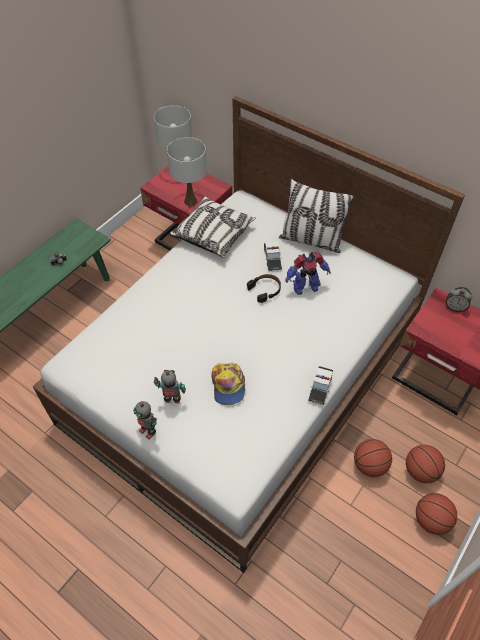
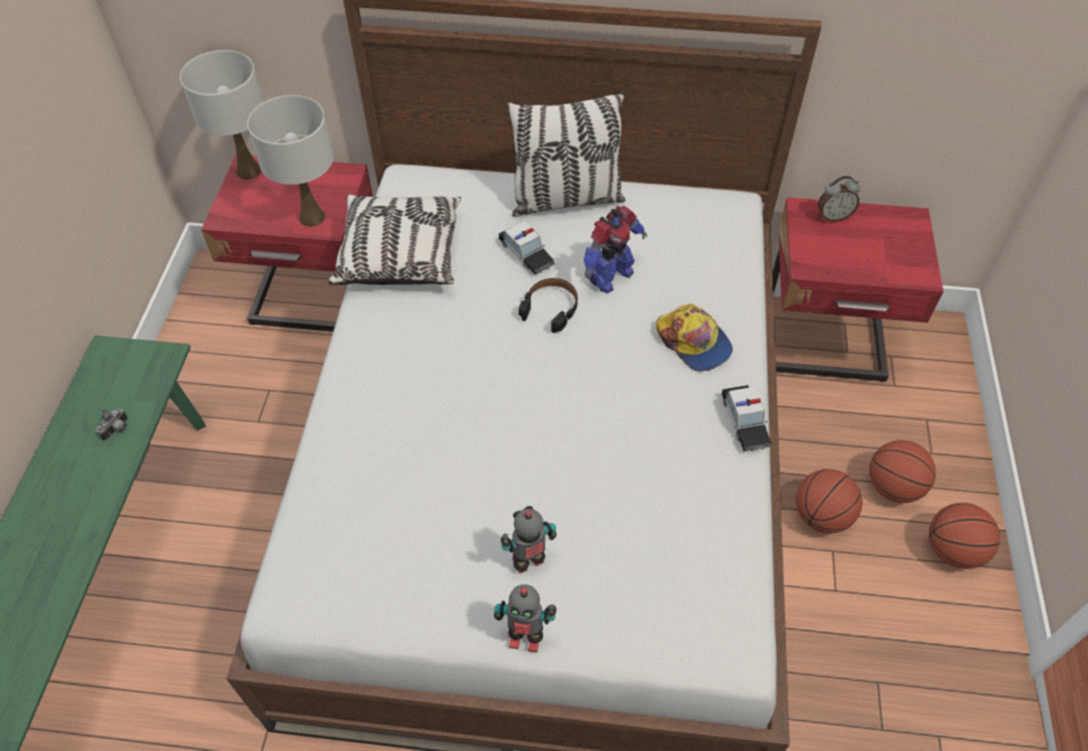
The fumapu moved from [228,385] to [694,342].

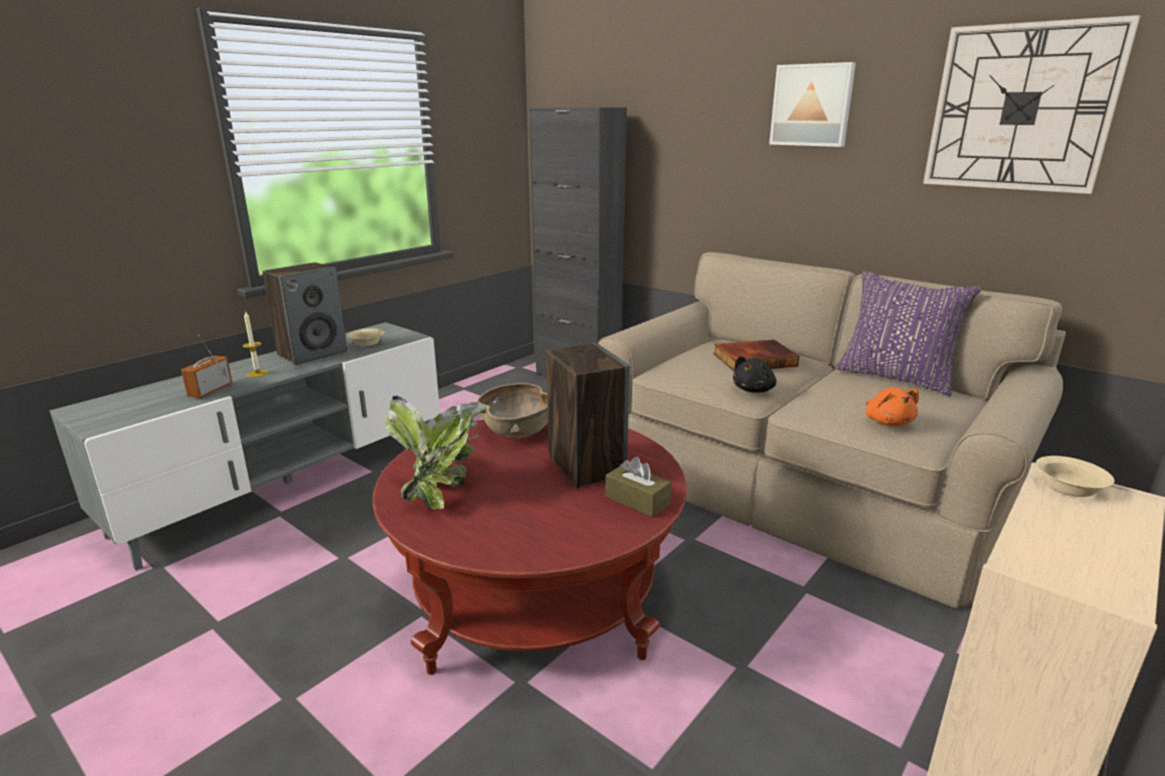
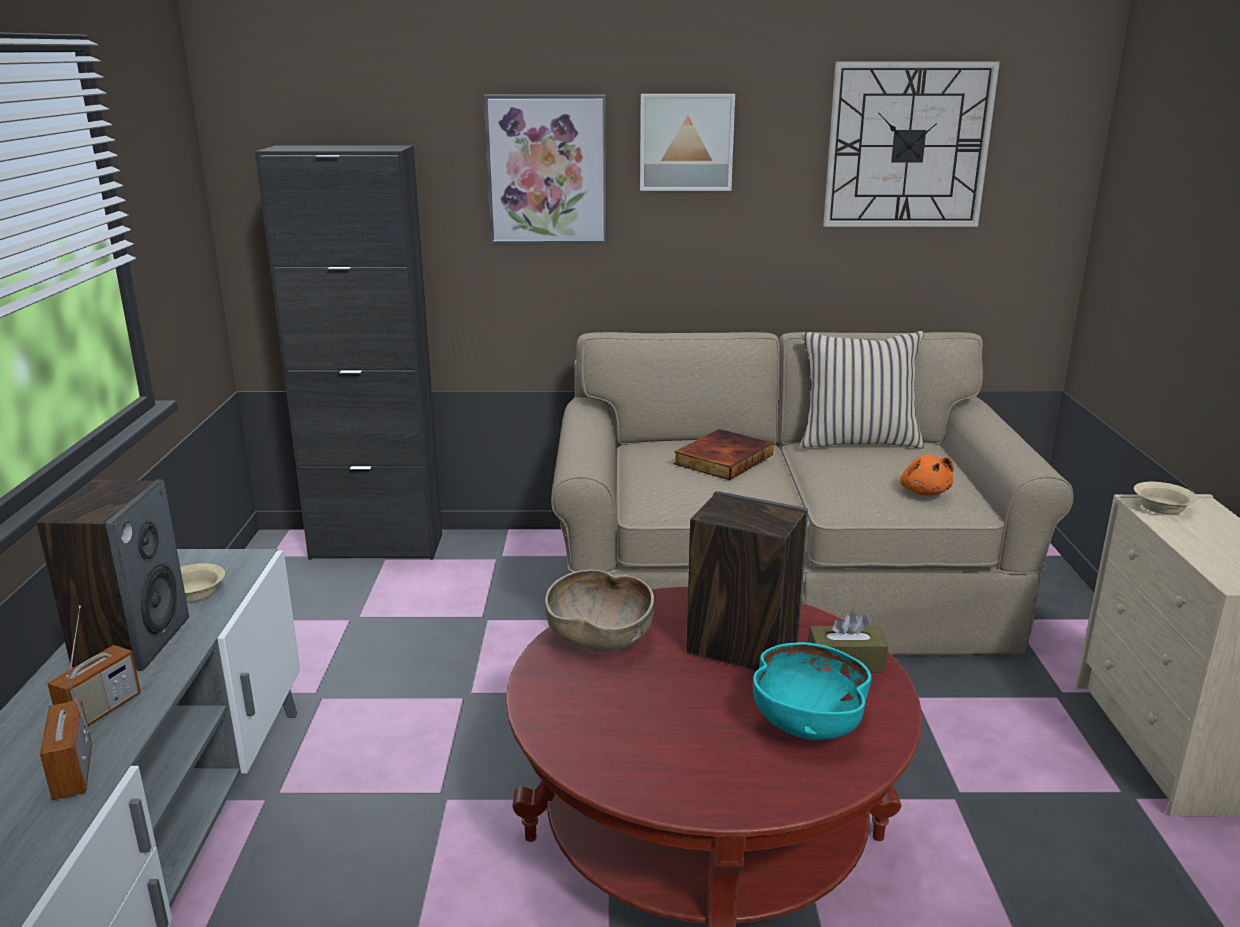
The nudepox at [257,373] was replaced by the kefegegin at [101,711].
The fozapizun at [441,487] disappeared.
The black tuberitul at [754,390] disappeared.
The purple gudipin at [895,377] became the beige gudipin at [857,441].
The orange tuberitul at [888,422] turned 45 degrees clockwise.
The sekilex at [547,170] appeared.
The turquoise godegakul at [807,722] appeared.

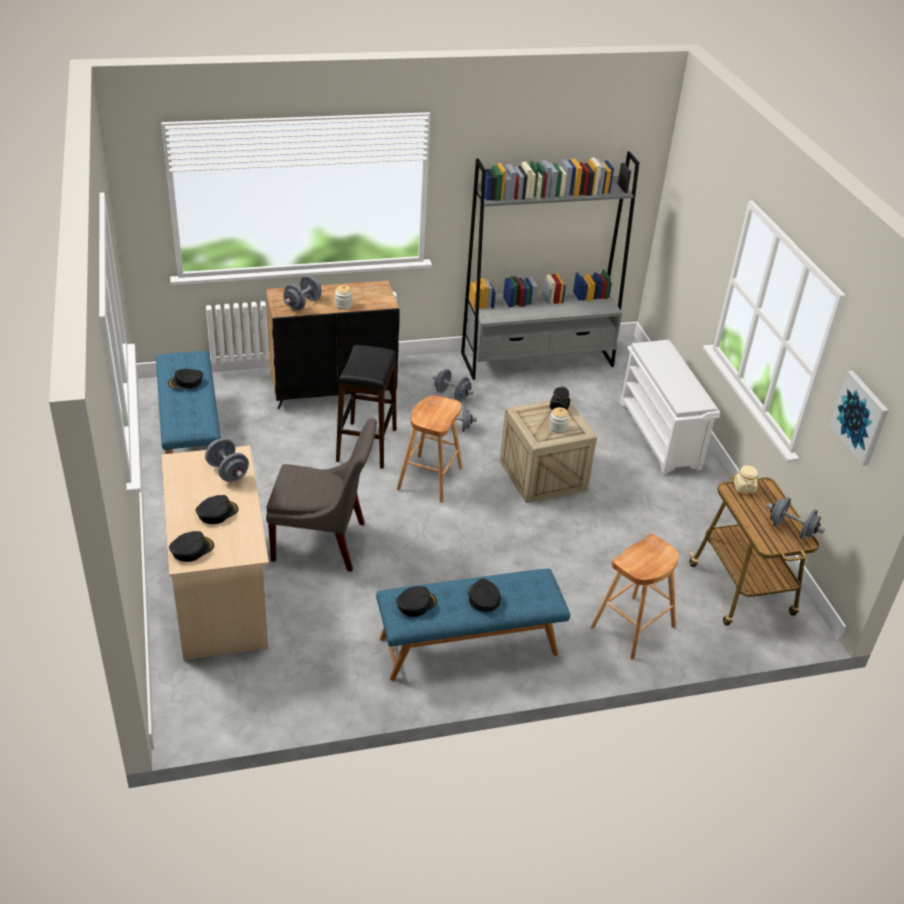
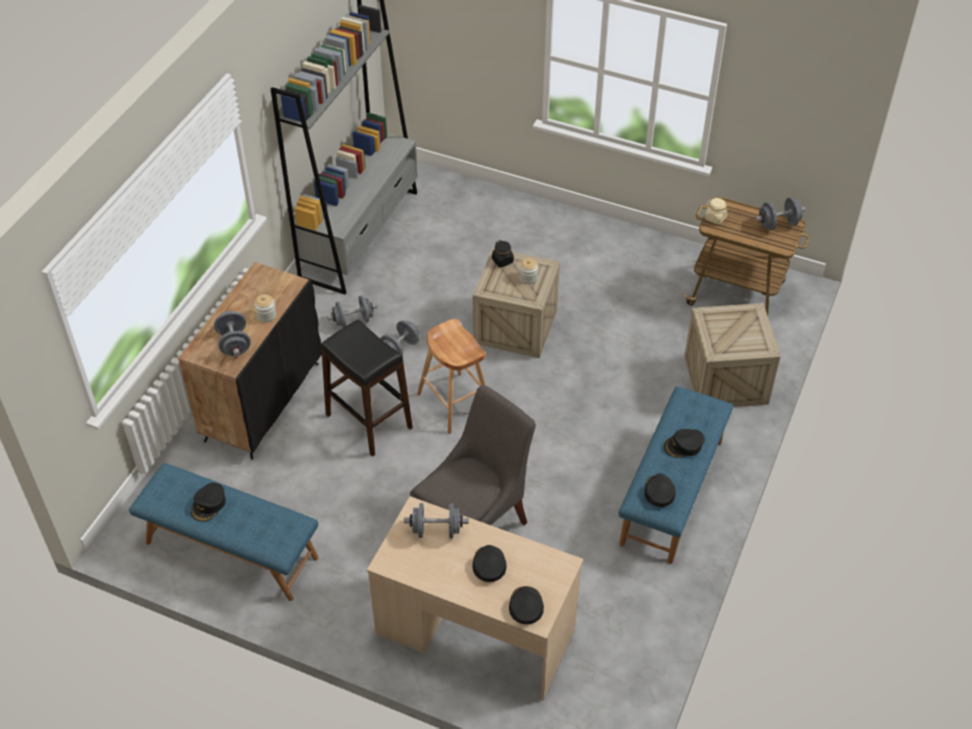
The black fumapu at [483,598] turned 45 degrees counterclockwise.
The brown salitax at [633,627] was replaced by the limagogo at [725,380].
The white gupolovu at [660,436] disappeared.
The sekilex at [860,417] disappeared.

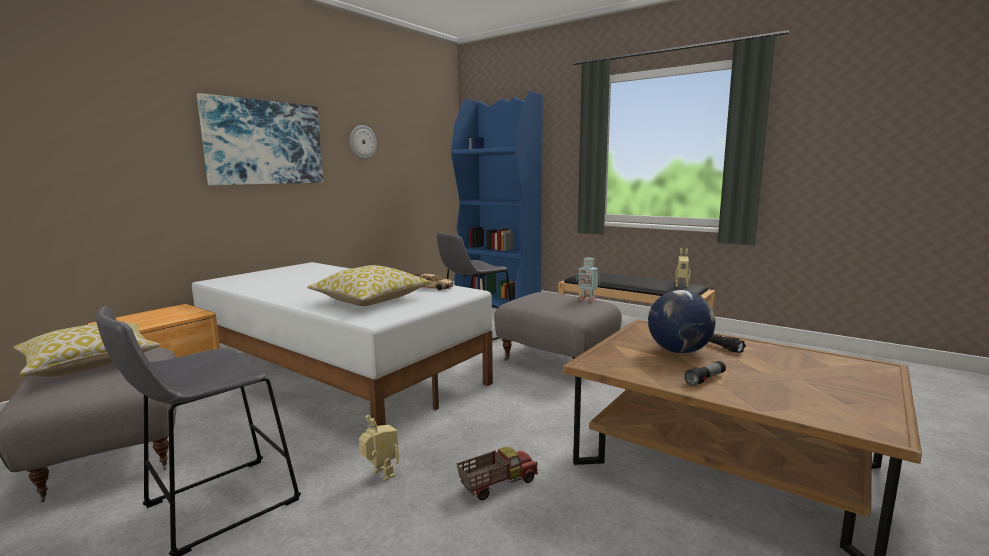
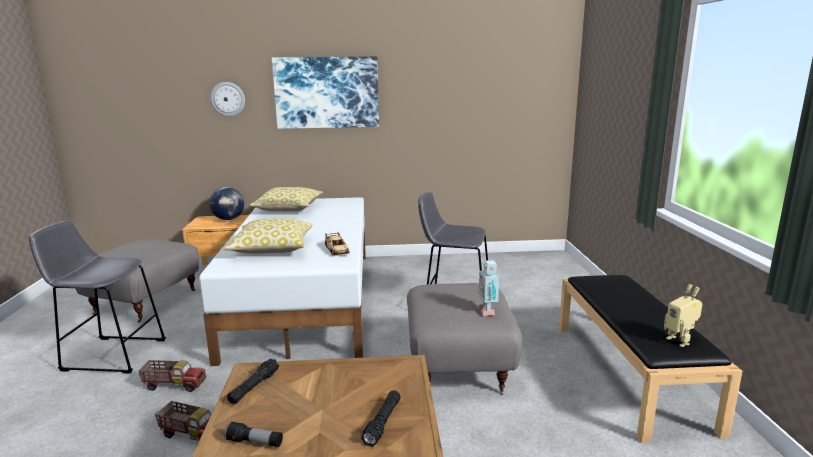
The gudipin moved from [90,364] to [288,209].
The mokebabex moved from [362,142] to [228,99].
The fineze at [380,475] was replaced by the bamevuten at [174,384].
The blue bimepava at [498,301] disappeared.
The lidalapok moved from [679,351] to [228,219].
The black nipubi at [254,387] appeared.

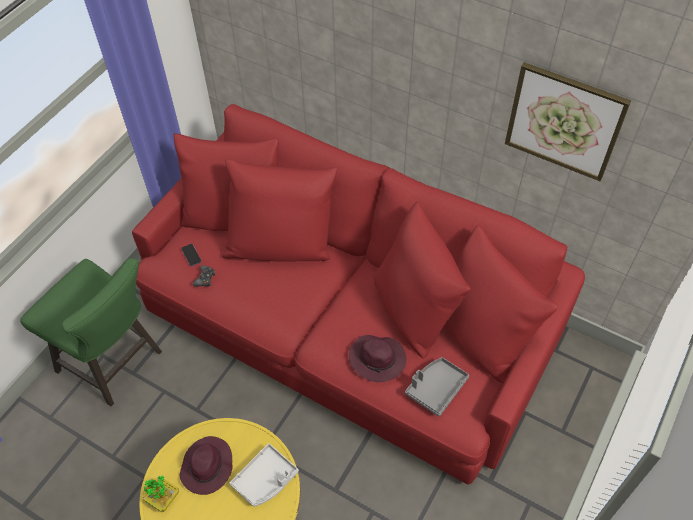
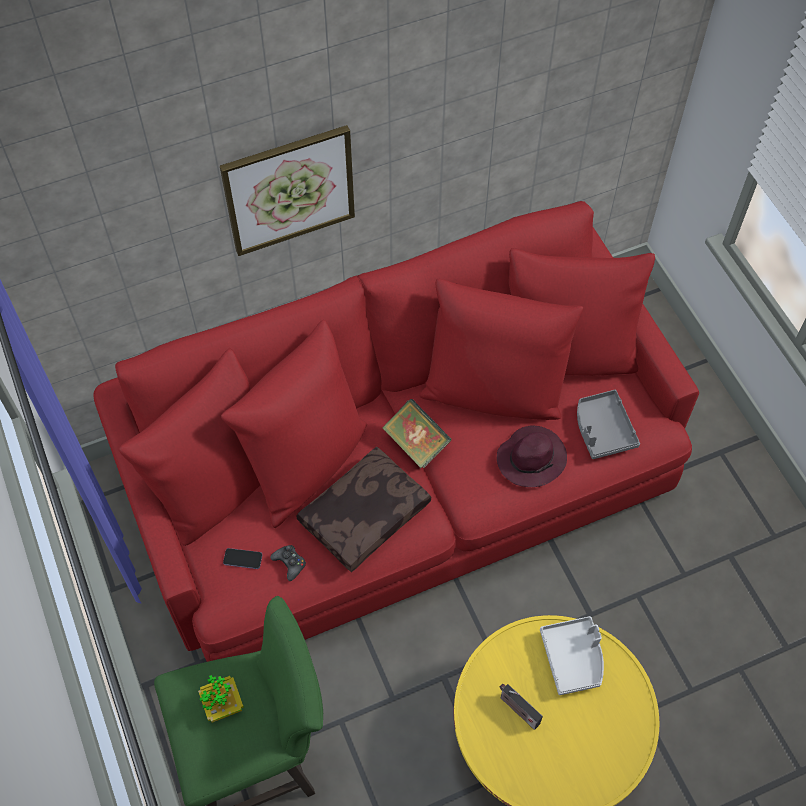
The fozapizun moved from [163,498] to [222,703].
The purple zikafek at [207,467] was replaced by the kefegegin at [517,709].
The sekilex moved from [564,121] to [289,190].
The brown gudipin at [364,513] appeared.
The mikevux at [416,443] appeared.

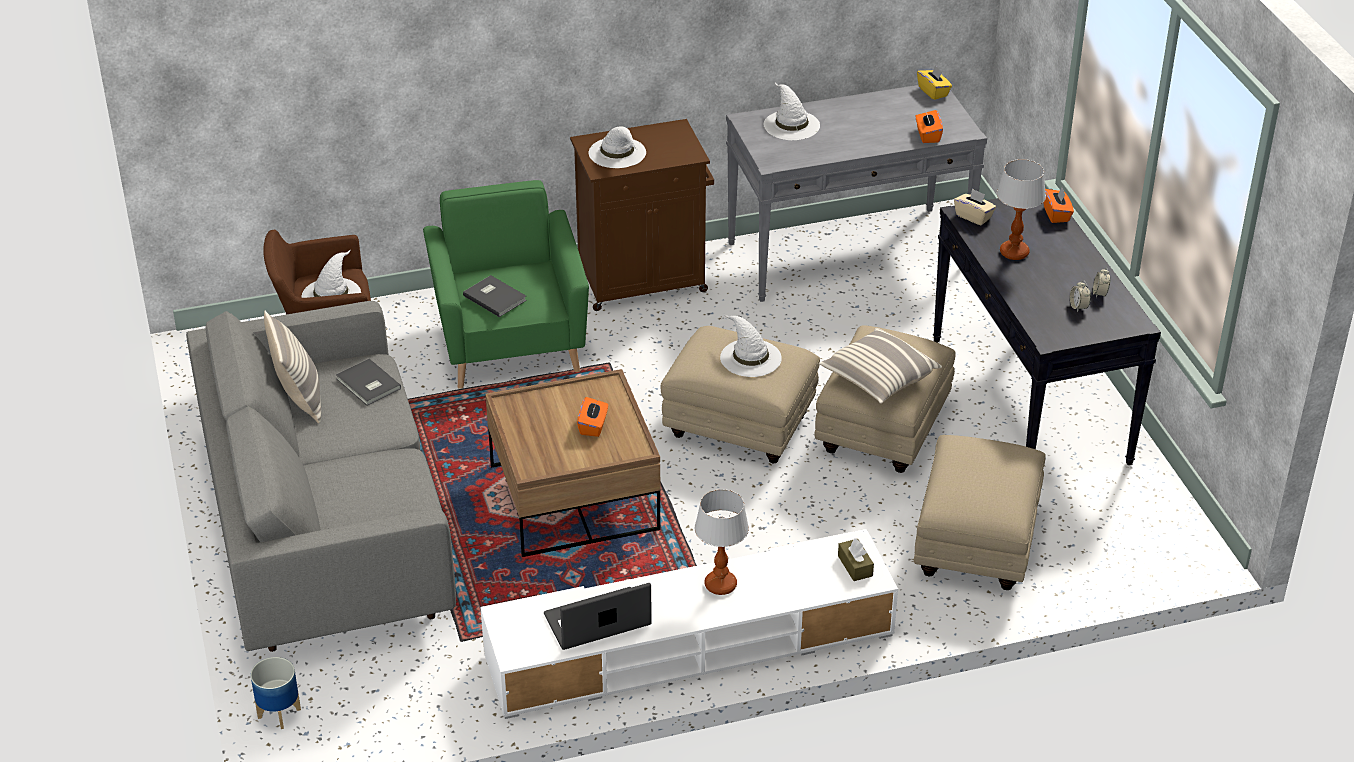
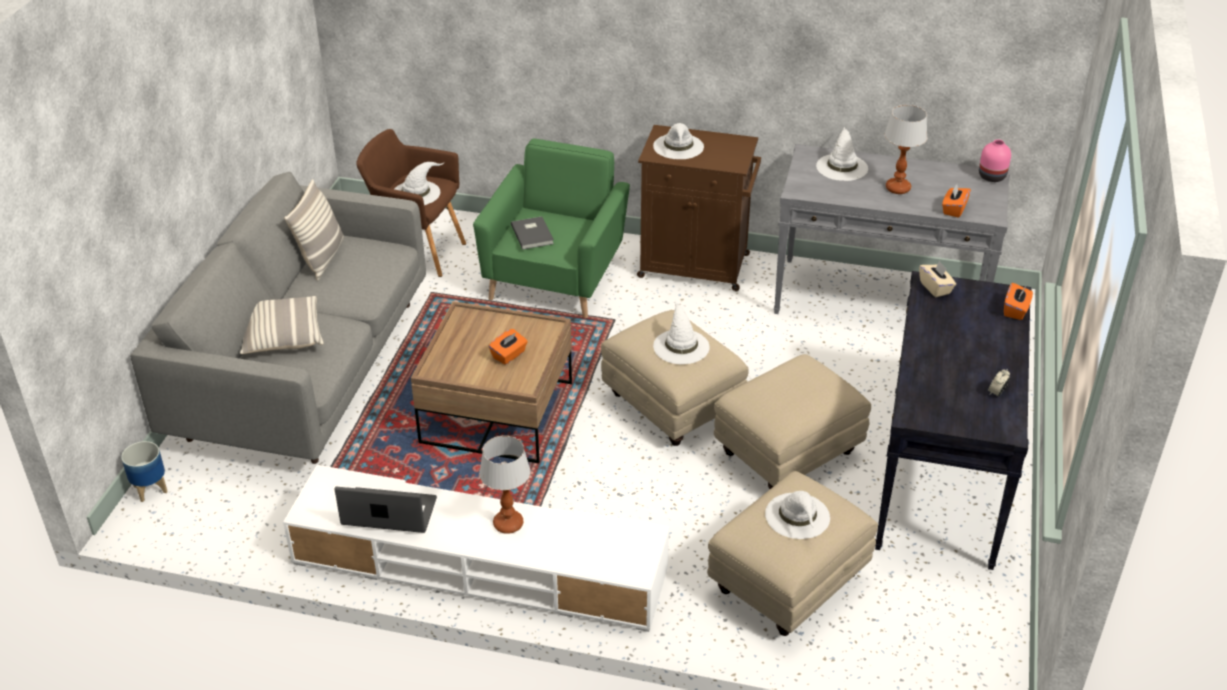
The grey mikevux at [367,385] disappeared.
The gudipin moved from [878,378] to [282,337].
The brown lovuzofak at [855,566] disappeared.
The yellow lovuzofak at [933,92] was replaced by the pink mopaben at [991,176].
The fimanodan moved from [1014,253] to [897,188].
The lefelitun at [1078,307] disappeared.
The white zikafek at [798,516] appeared.

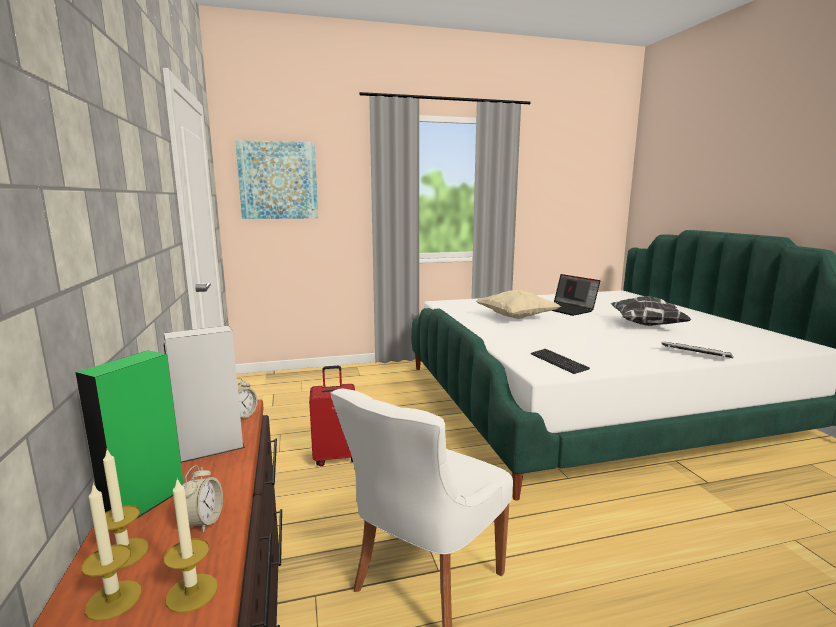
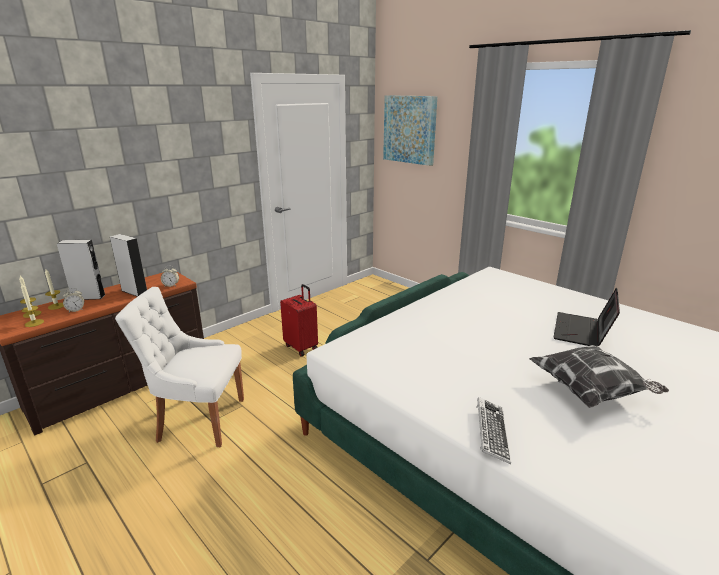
The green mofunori at [145,503] became the grey mofunori at [88,297].
The beige gudipin at [516,317] disappeared.
The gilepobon at [558,362] disappeared.

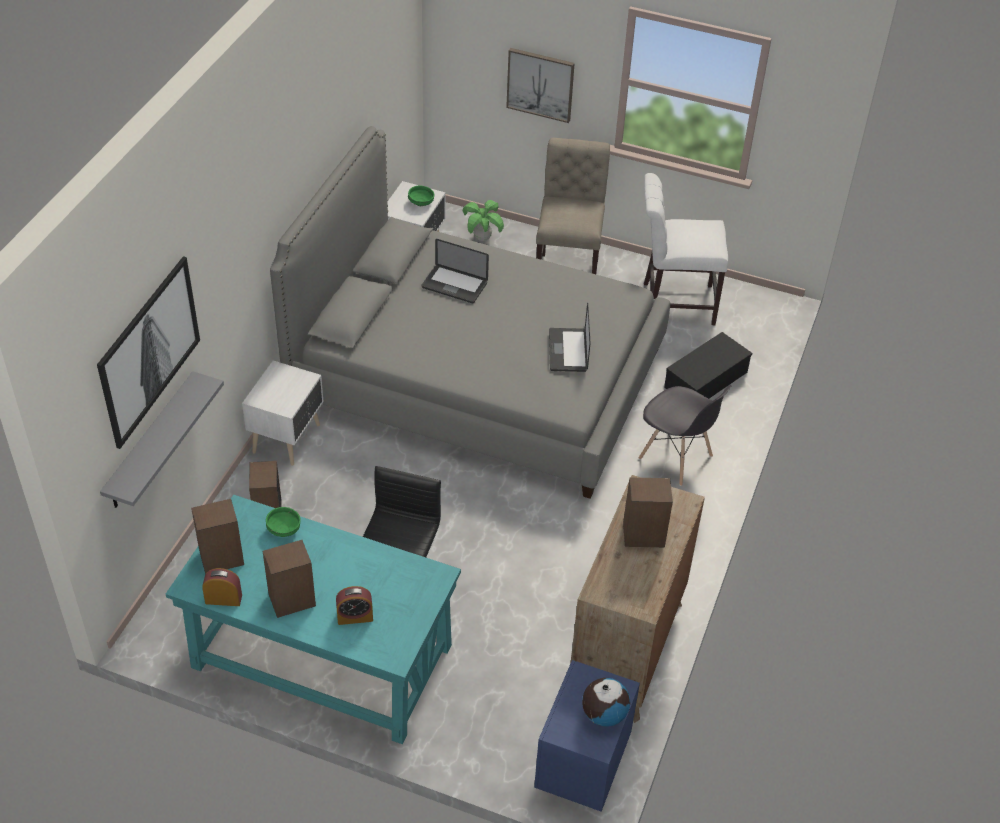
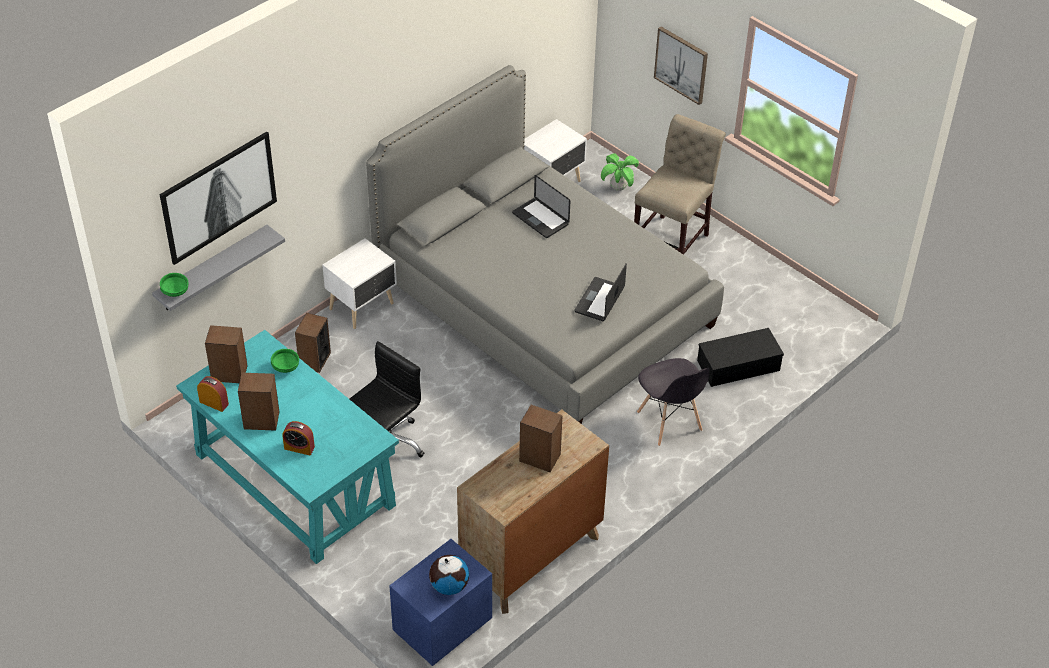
The green godegakul moved from [421,203] to [175,292].
The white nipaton at [673,302] disappeared.

